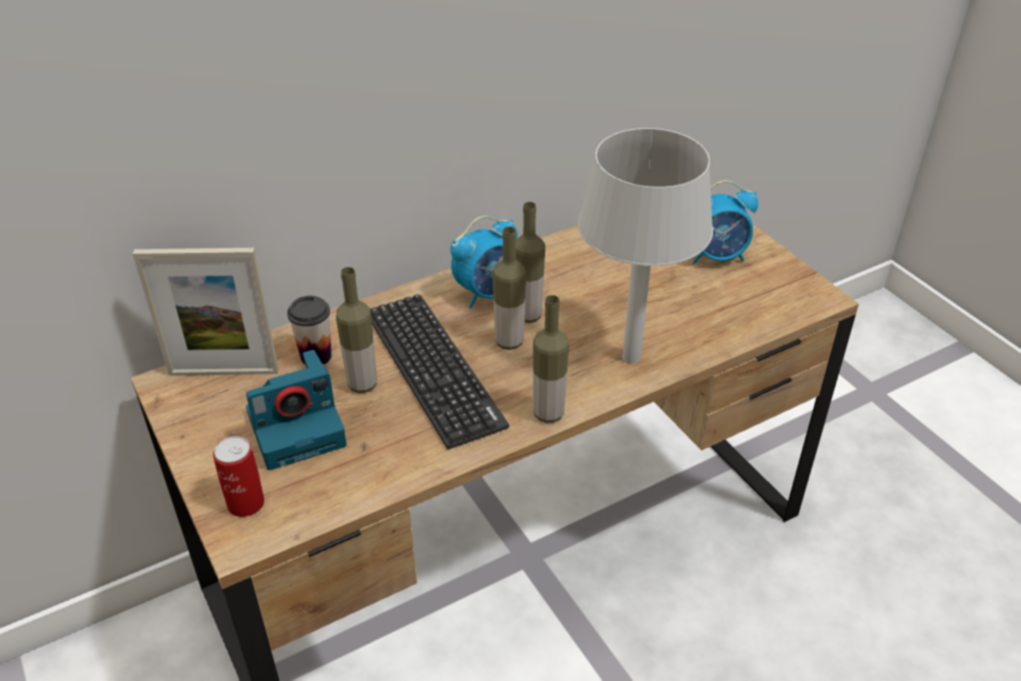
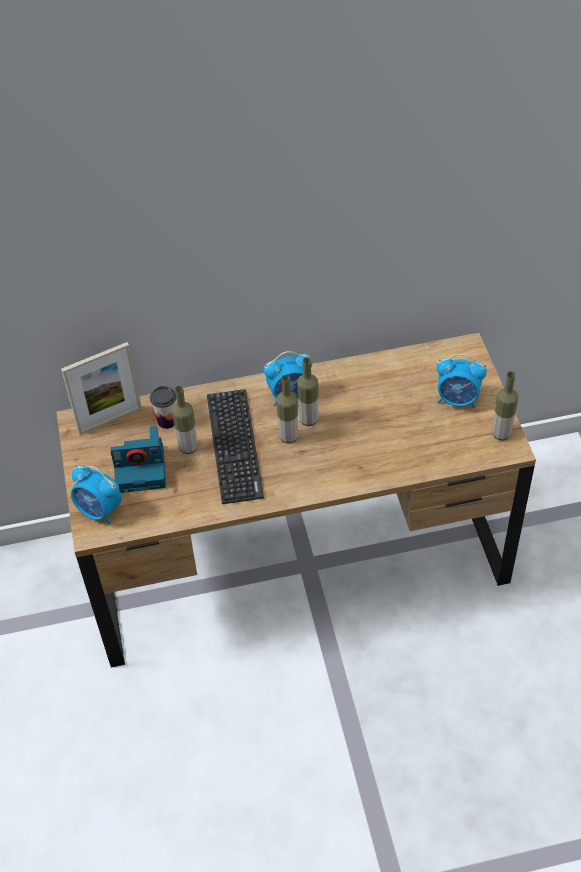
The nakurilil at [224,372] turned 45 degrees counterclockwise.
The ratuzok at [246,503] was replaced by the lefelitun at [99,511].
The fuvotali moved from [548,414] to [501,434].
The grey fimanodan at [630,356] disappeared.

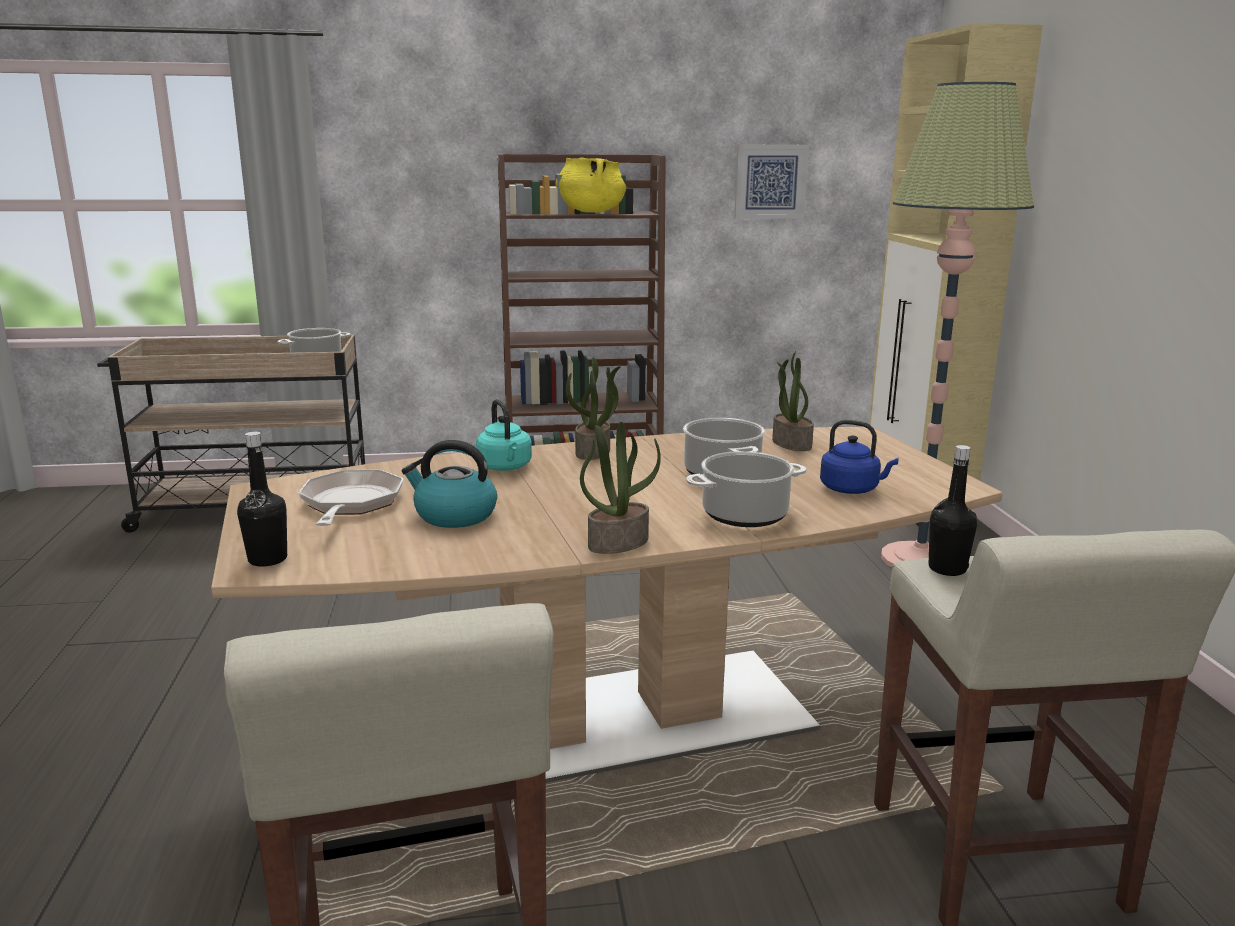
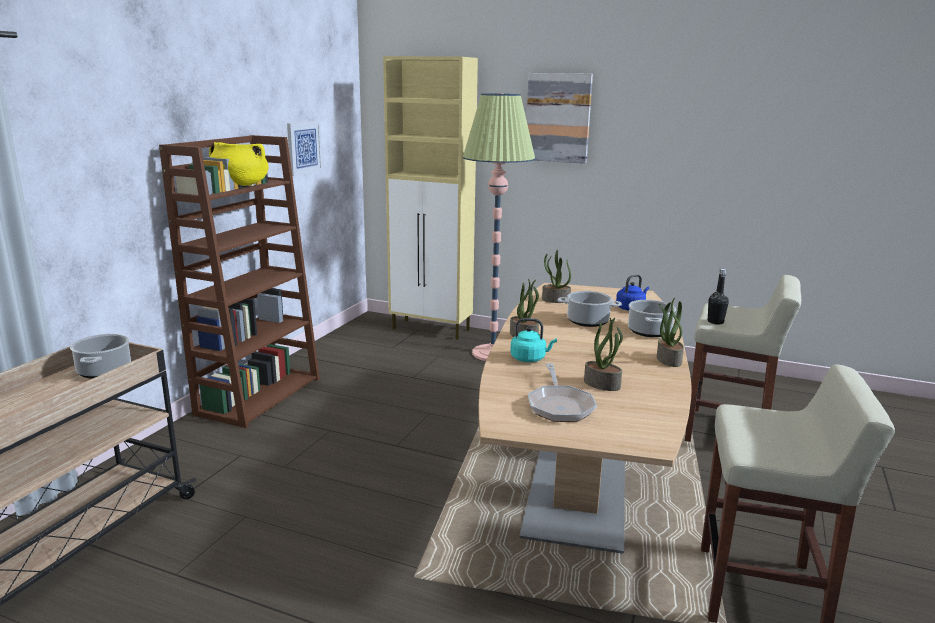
The black fuvotali at [267,559] disappeared.
The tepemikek at [350,504] turned 120 degrees counterclockwise.
The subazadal at [454,515] was replaced by the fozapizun at [602,384].
The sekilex at [558,118] appeared.

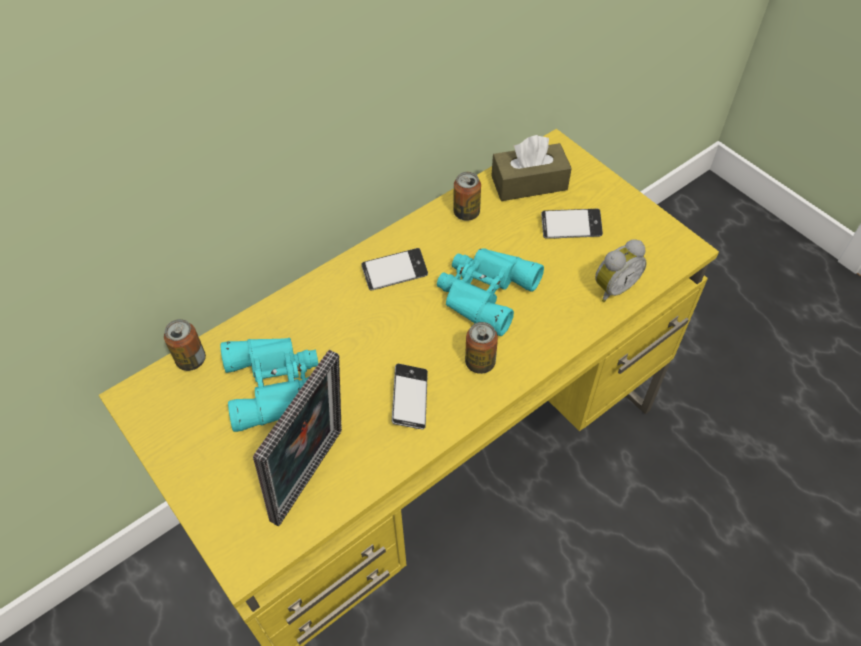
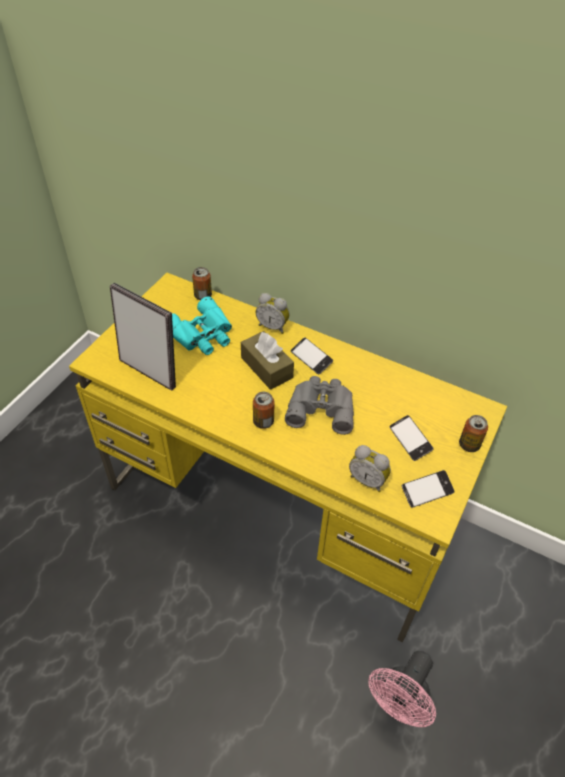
The nakurilil at [313,478] turned 150 degrees counterclockwise.
The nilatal moved from [410,399] to [427,491].
The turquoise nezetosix at [483,292] became the grey nezetosix at [321,407].
The ratuzok moved from [466,213] to [469,445].
The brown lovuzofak moved from [529,183] to [266,367].
The lefelitun at [273,326] appeared.
The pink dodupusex at [398,704] appeared.

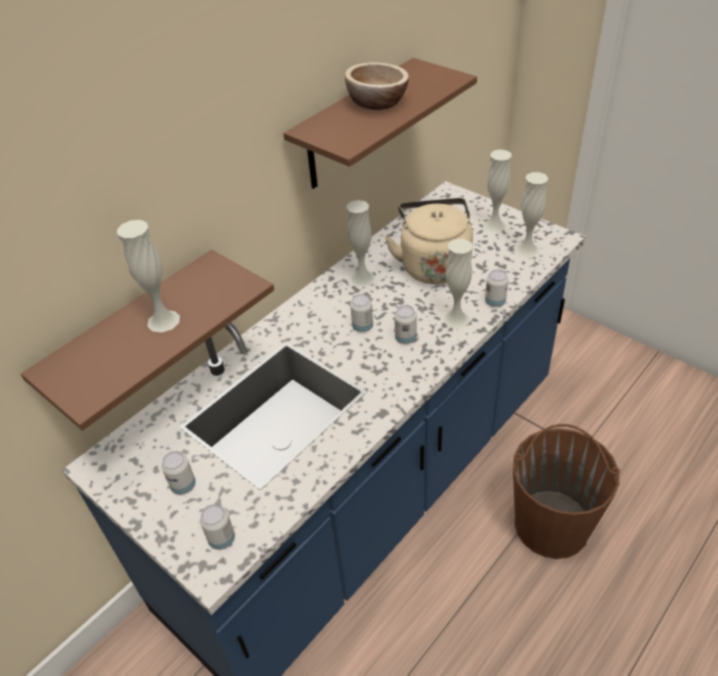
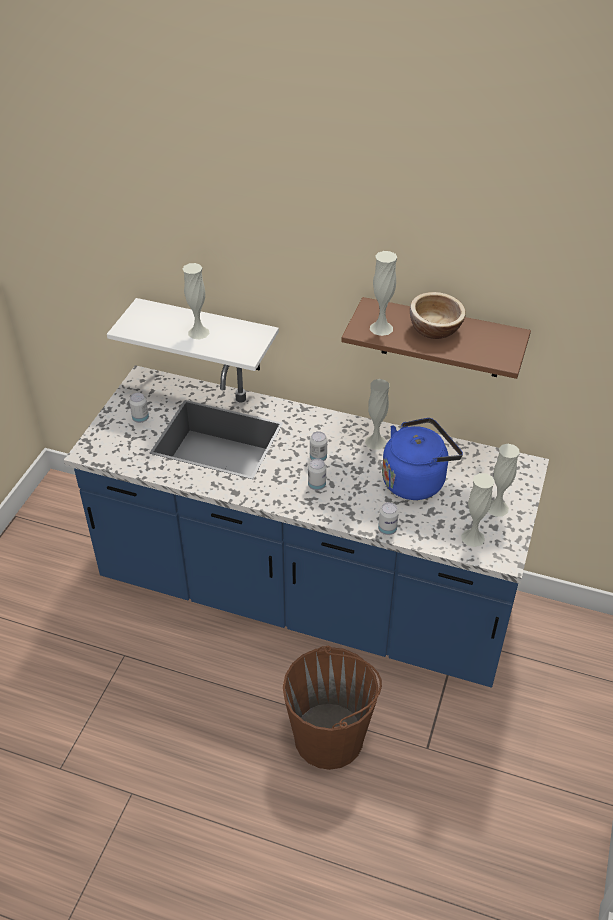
The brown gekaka at [135,337] became the white gekaka at [208,335].
The ratuzok at [222,539] disappeared.
The beige subazadal at [433,264] became the blue subazadal at [416,480].
The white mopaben moved from [456,319] to [381,328].

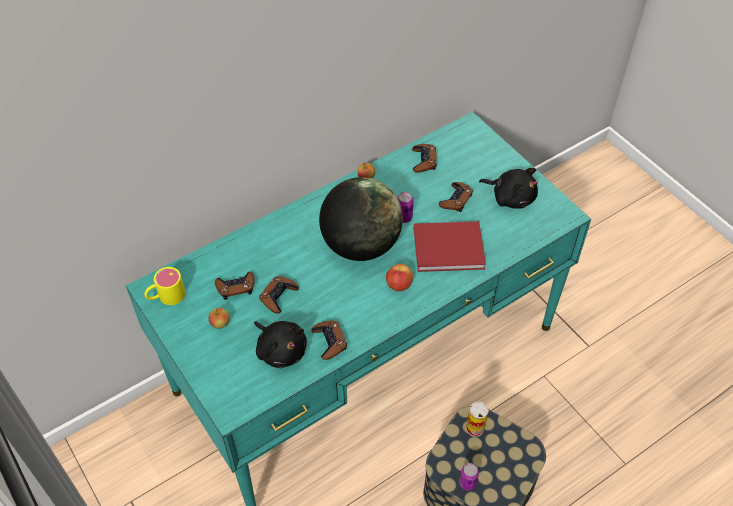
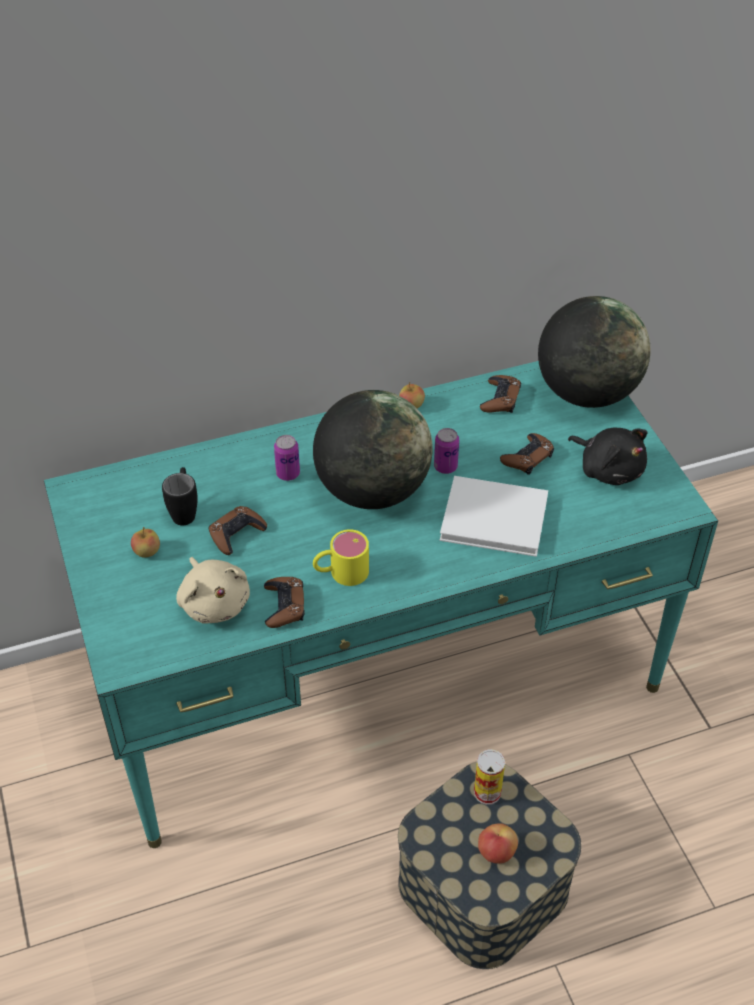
The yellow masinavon moved from [166,297] to [341,572].
The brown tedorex at [236,287] was replaced by the black masinavon at [184,511].
The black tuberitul at [280,350] became the beige tuberitul at [214,602].
The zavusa moved from [399,285] to [496,852].
The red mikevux at [451,248] became the white mikevux at [497,519].
The ratuzok moved from [467,483] to [288,474].
The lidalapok at [587,394] appeared.

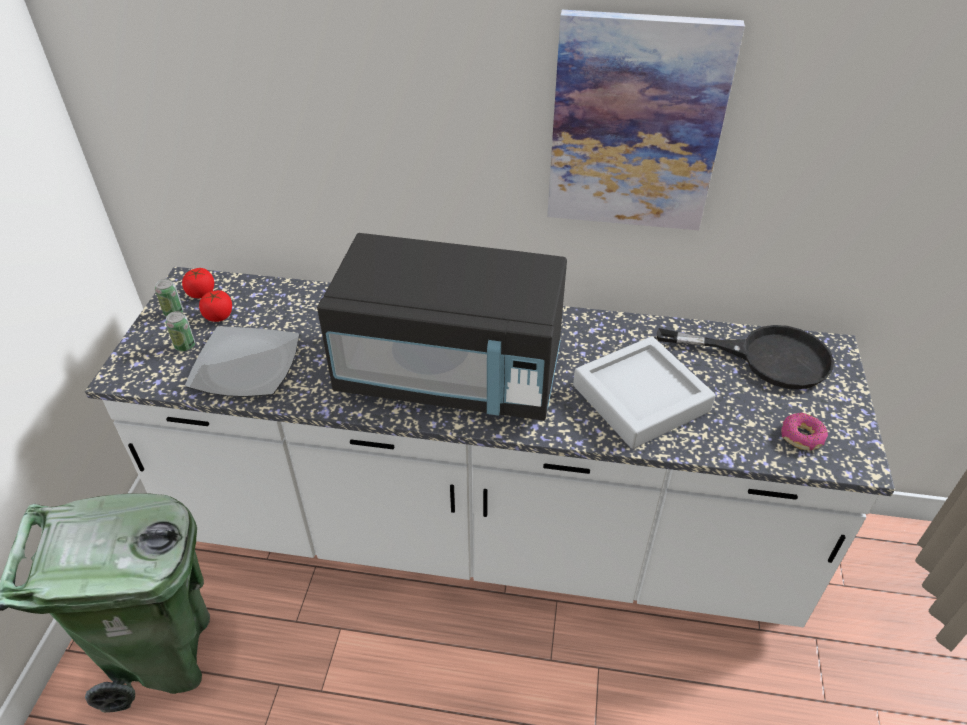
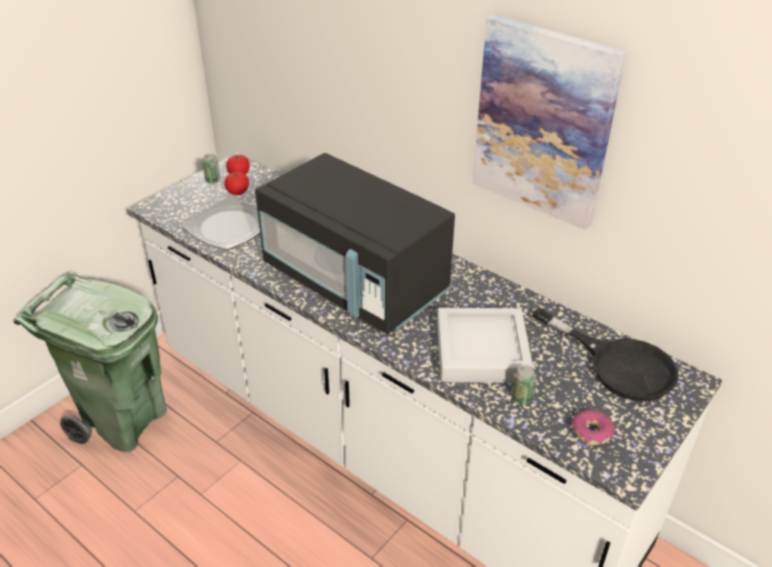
The ratuzok moved from [185,346] to [521,398].

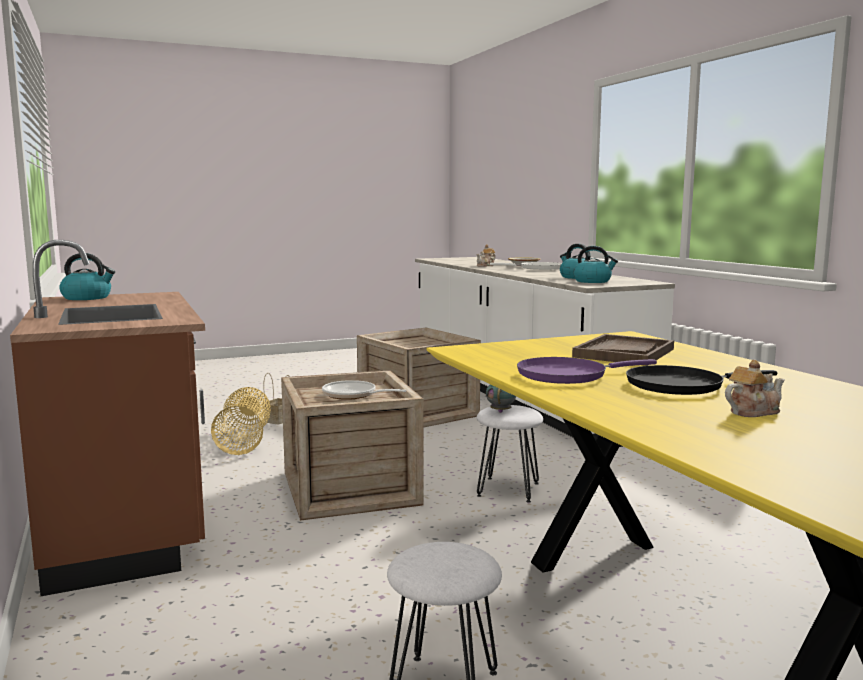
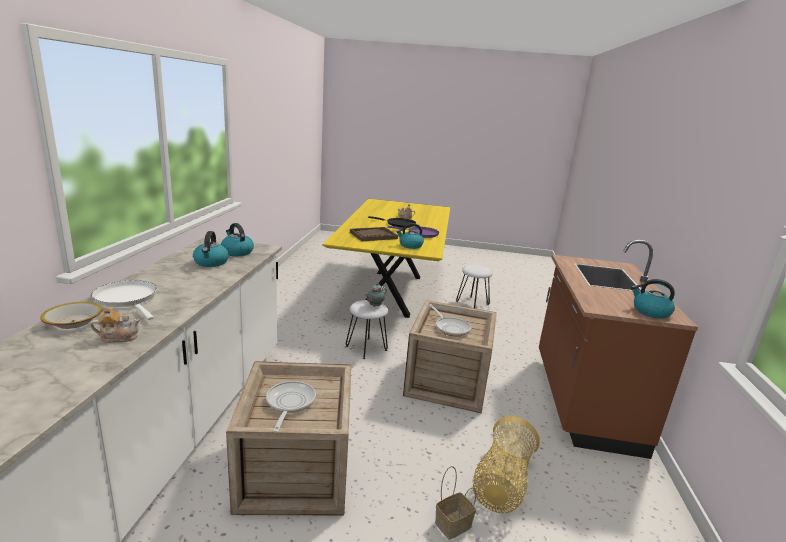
The tepemikek at [289,404] appeared.
The subazadal at [410,245] appeared.

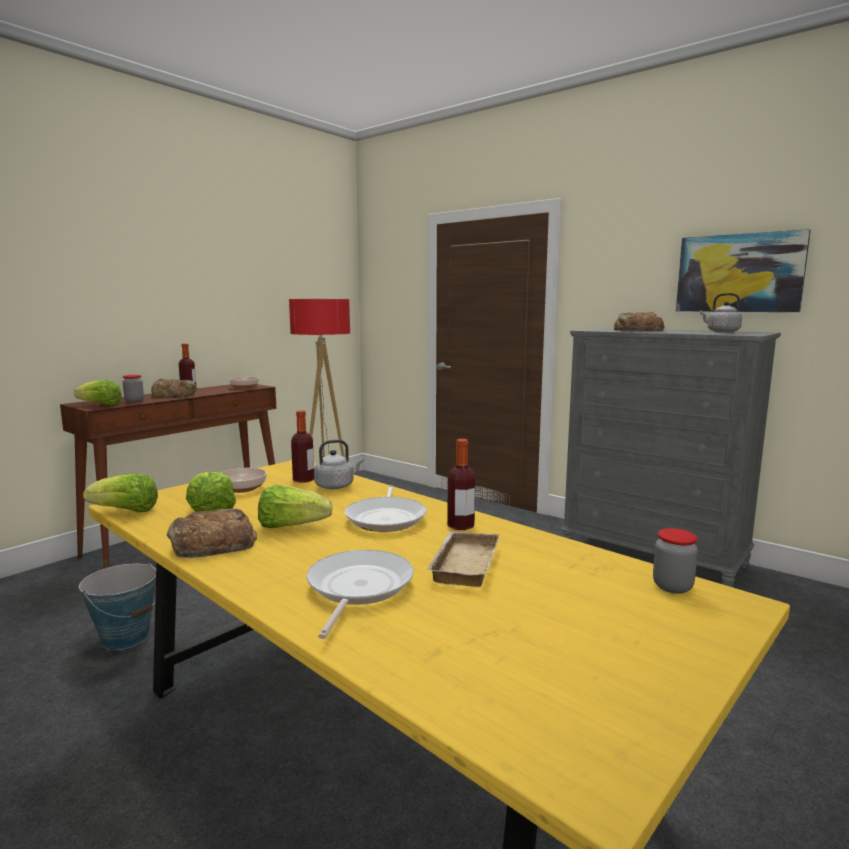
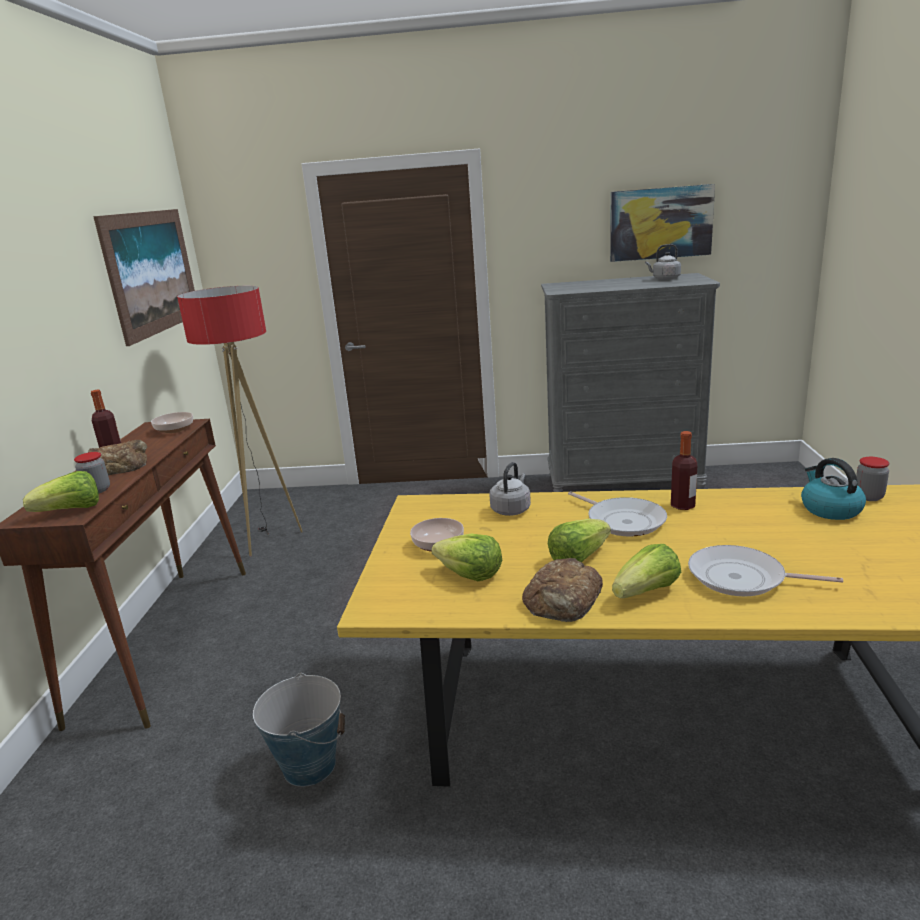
The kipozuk moved from [126,511] to [647,592].
The fuvotali at [303,480] disappeared.
The tepemikek at [357,588] turned 45 degrees counterclockwise.
The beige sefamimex at [462,563] disappeared.
The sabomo at [637,330] disappeared.
The sekilex at [152,272] appeared.
The subazadal at [829,509] appeared.

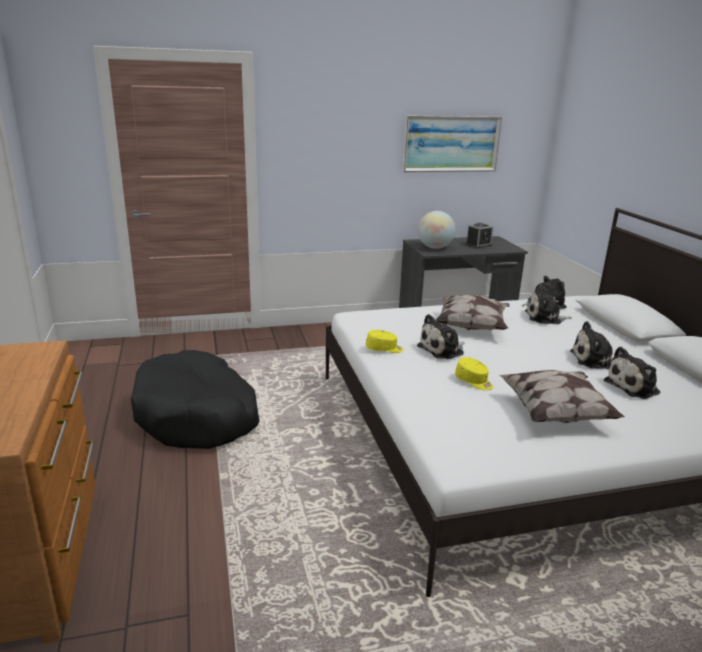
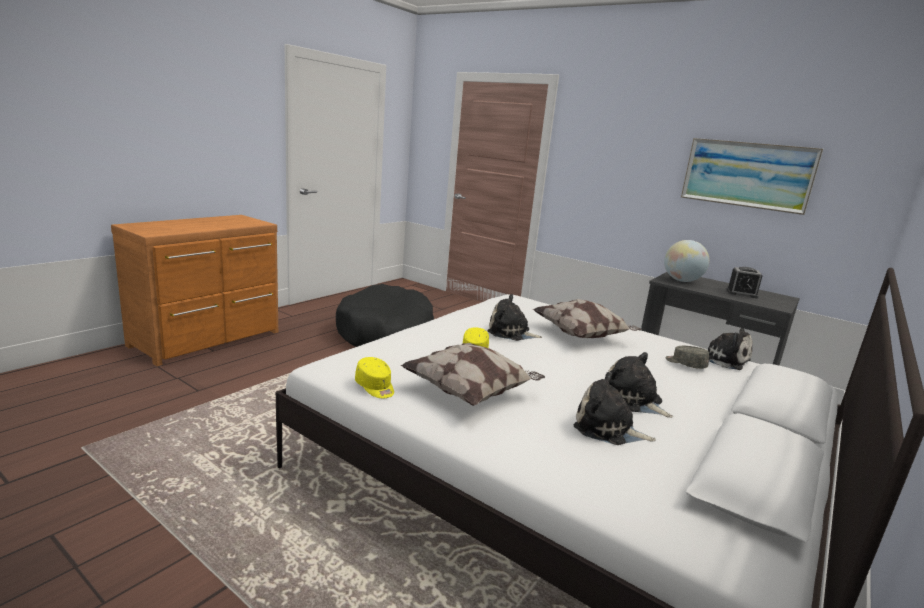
The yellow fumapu moved from [384,349] to [375,387].
The tuberitul at [545,318] was replaced by the grey fumapu at [685,364].

